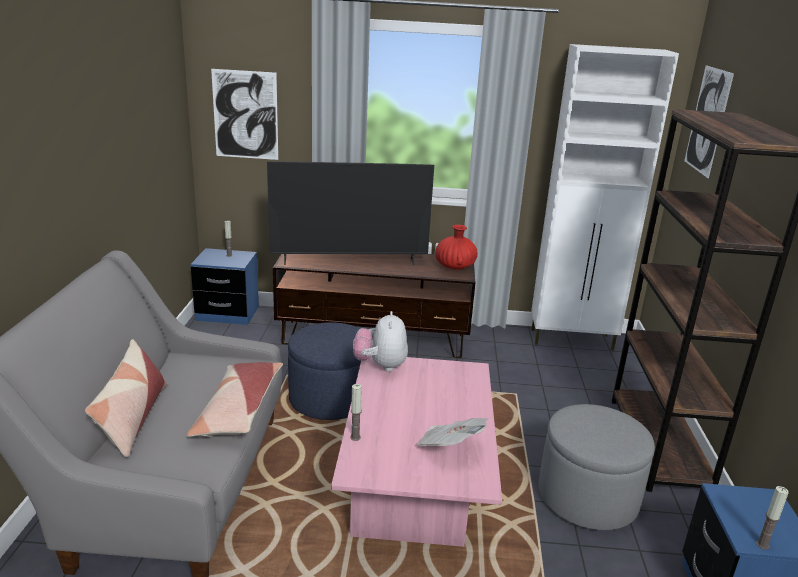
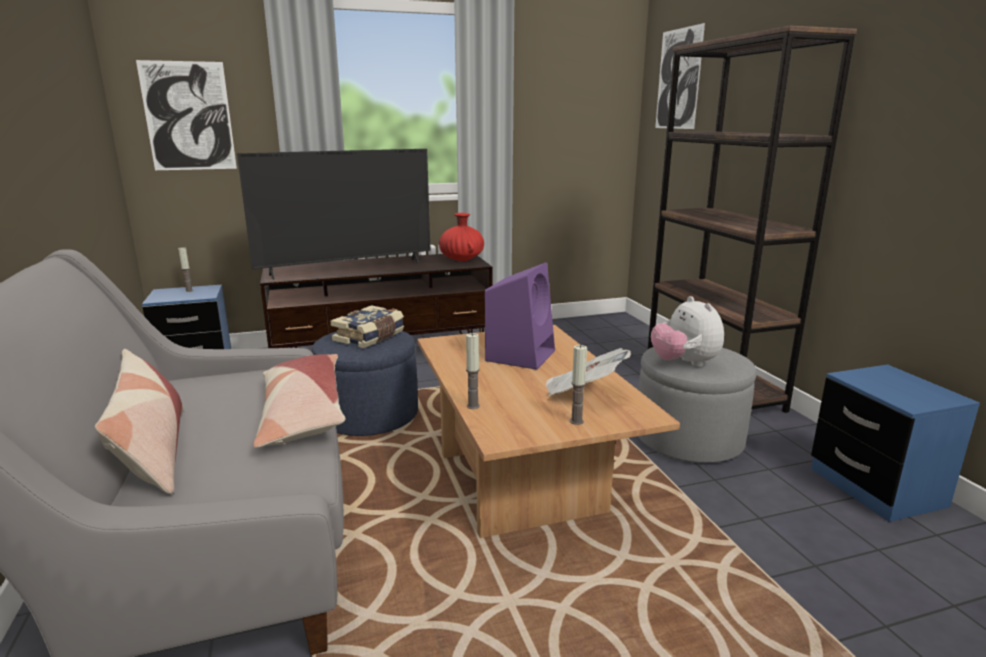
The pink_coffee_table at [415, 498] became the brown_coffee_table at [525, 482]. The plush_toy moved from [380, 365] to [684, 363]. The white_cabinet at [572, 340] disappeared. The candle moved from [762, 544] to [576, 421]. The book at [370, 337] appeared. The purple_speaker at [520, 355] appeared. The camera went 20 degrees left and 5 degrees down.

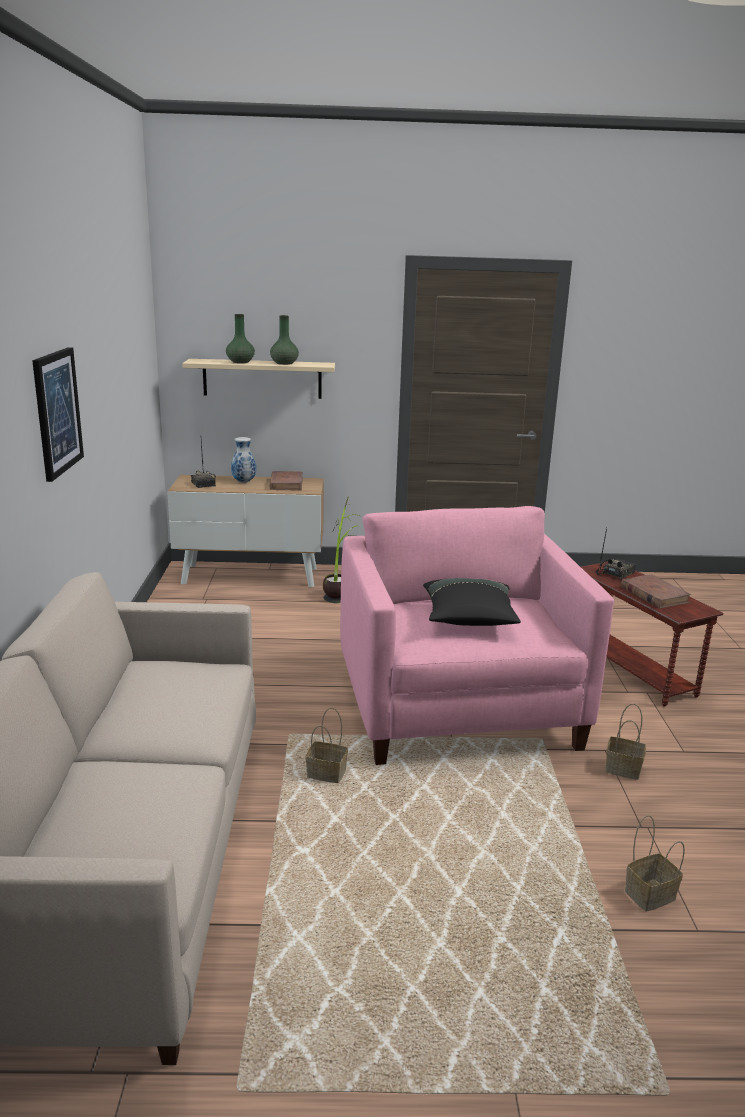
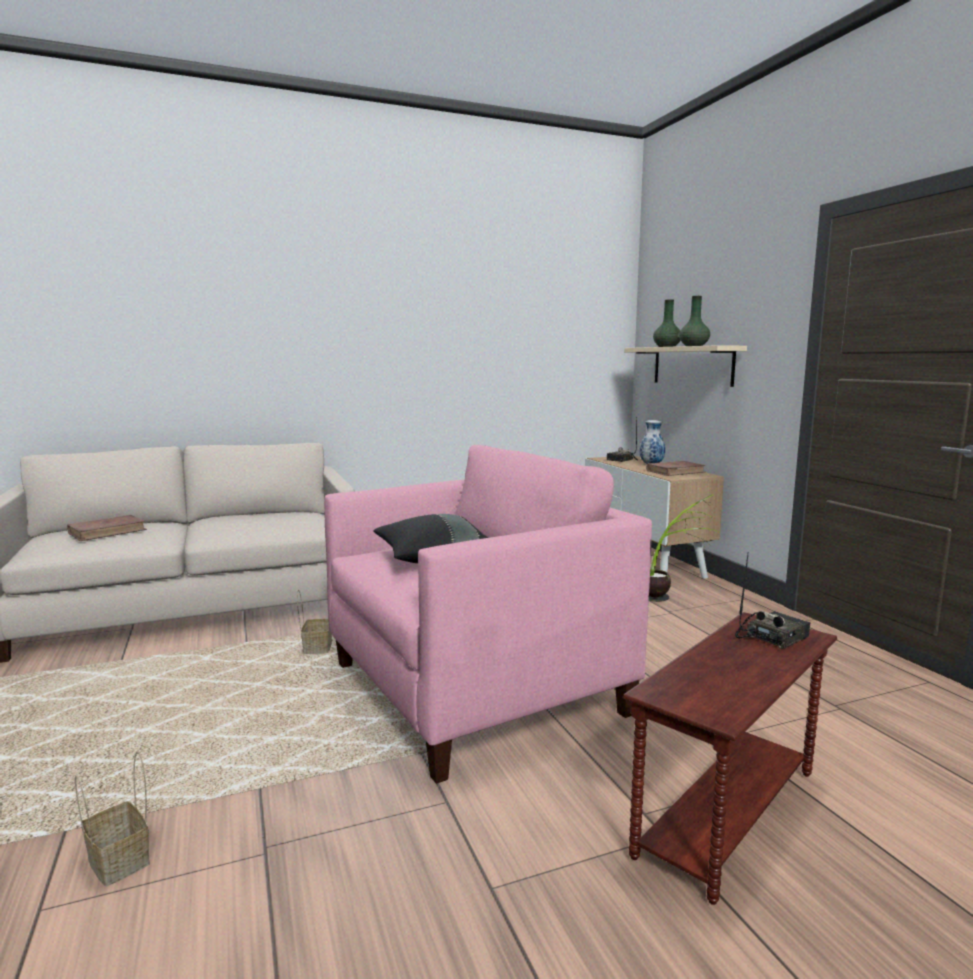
The picture at [57, 412] disappeared. The radio at [615, 573] turned 60 degrees counterclockwise. The basket at [624, 769] disappeared. The brown_book moved from [654, 594] to [107, 531]. The camera went 70 degrees right and 10 degrees down.

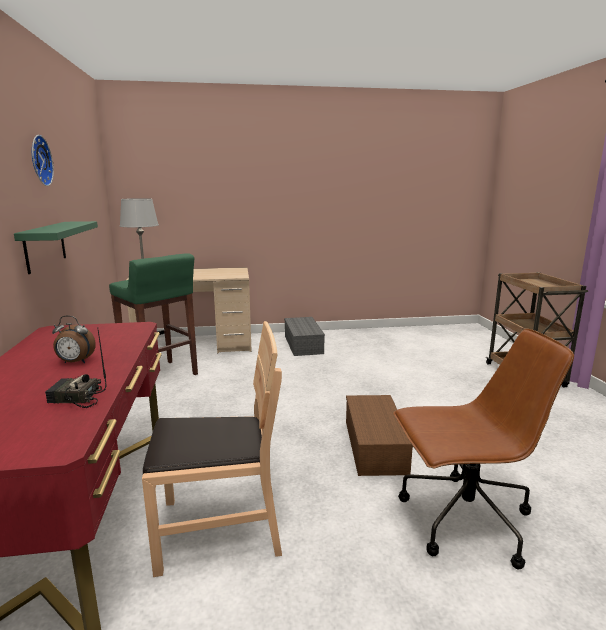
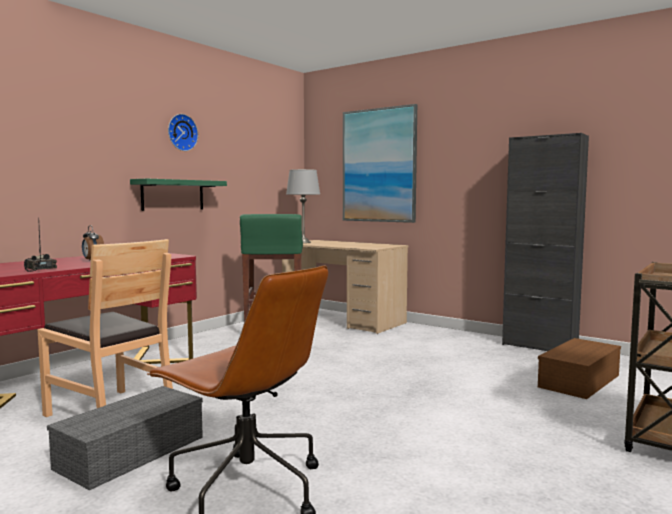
The grey_storage_box moved from [304, 344] to [130, 453]. The brown_storage_box moved from [376, 447] to [580, 381]. The picture at [379, 165] appeared. The black_cabinet at [539, 346] appeared. The camera went 45 degrees right and 10 degrees down.

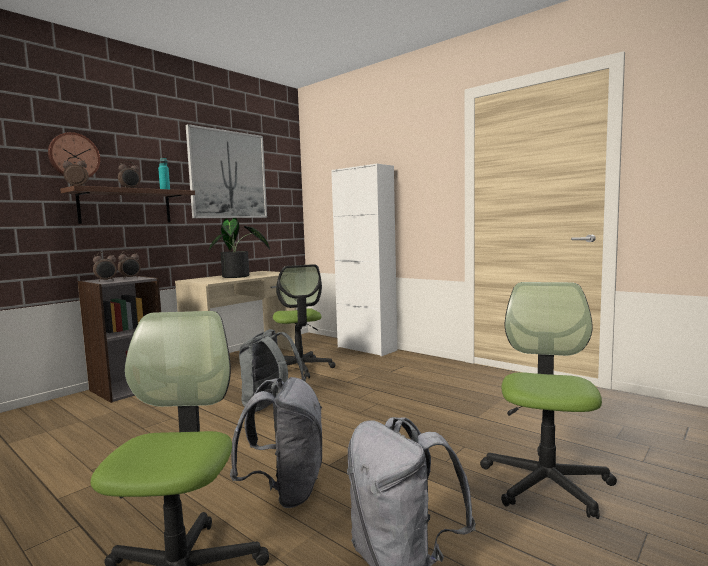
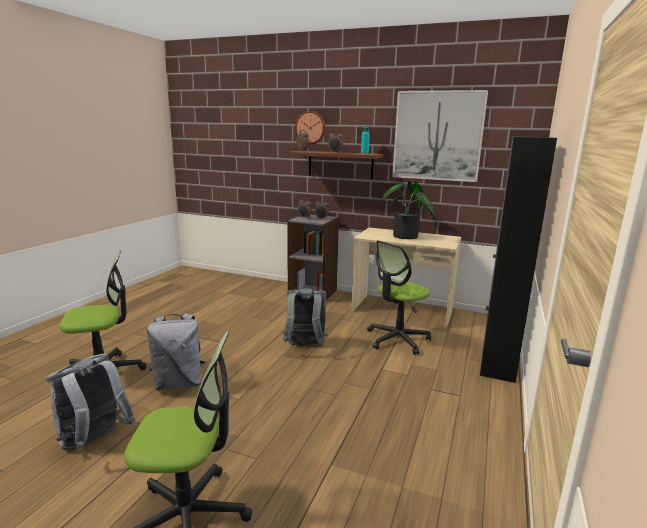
The white_cabinet at [366, 348] became the black_cabinet at [497, 362]. The camera went 70 degrees right and 10 degrees up.

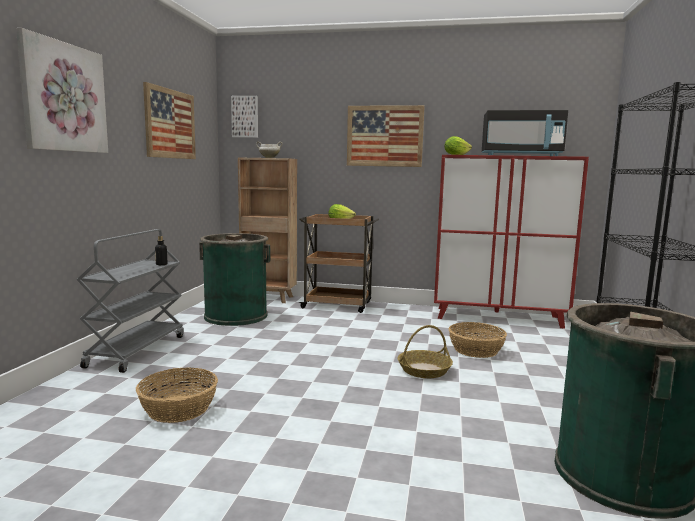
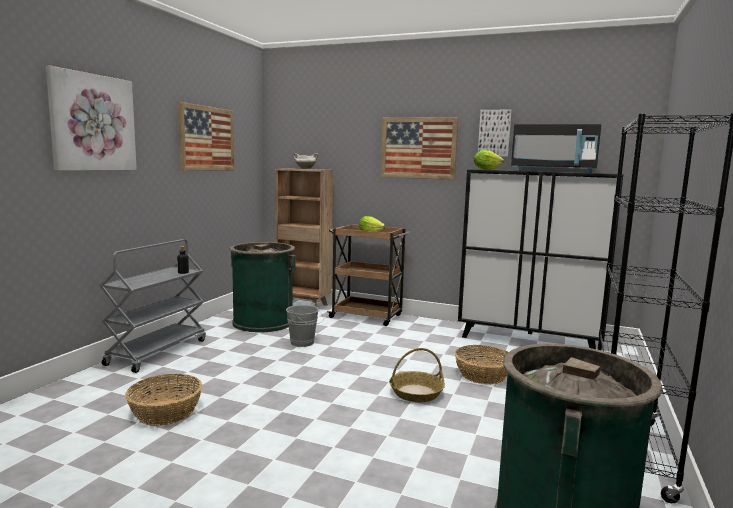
The picture moved from [245, 117] to [494, 133]. The red_cabinet at [498, 317] became the black_cabinet at [528, 340]. The grey_bucket at [304, 343] appeared. The camera went 10 degrees right and 0 degrees up.

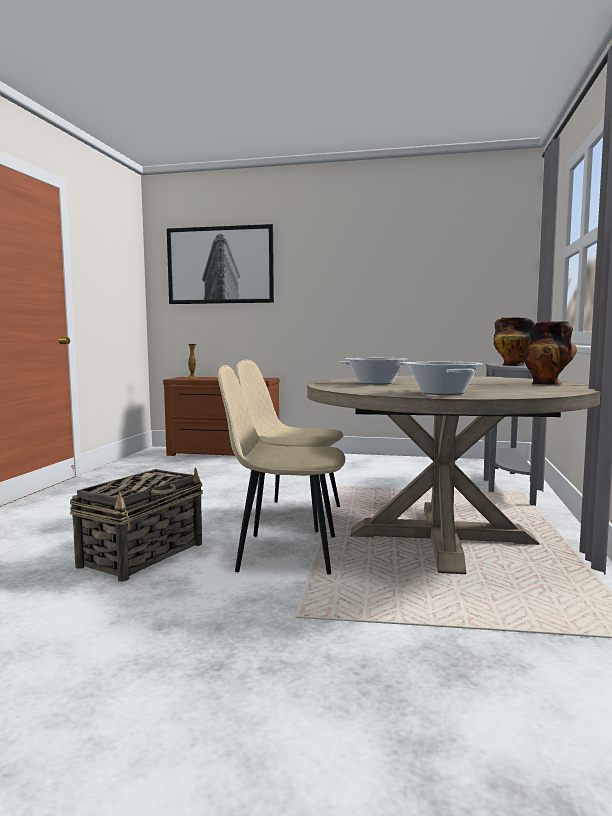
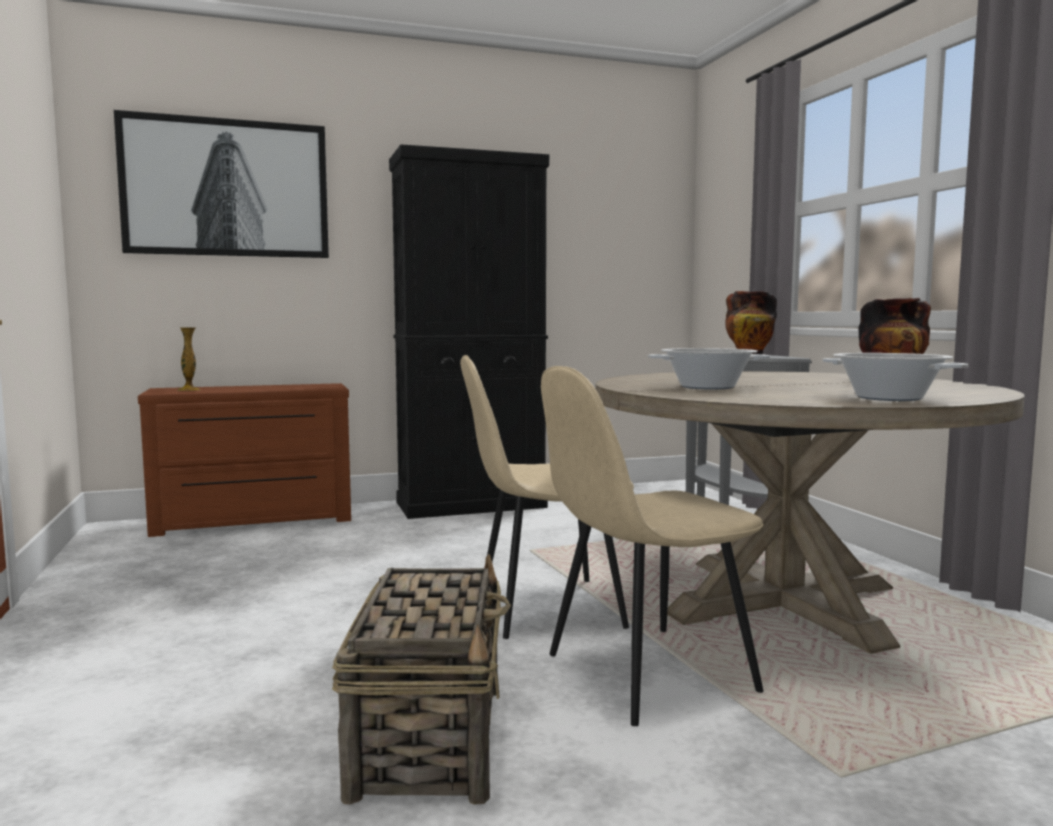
The black_cabinet at [471, 505] appeared. The camera went 30 degrees left and 0 degrees up.

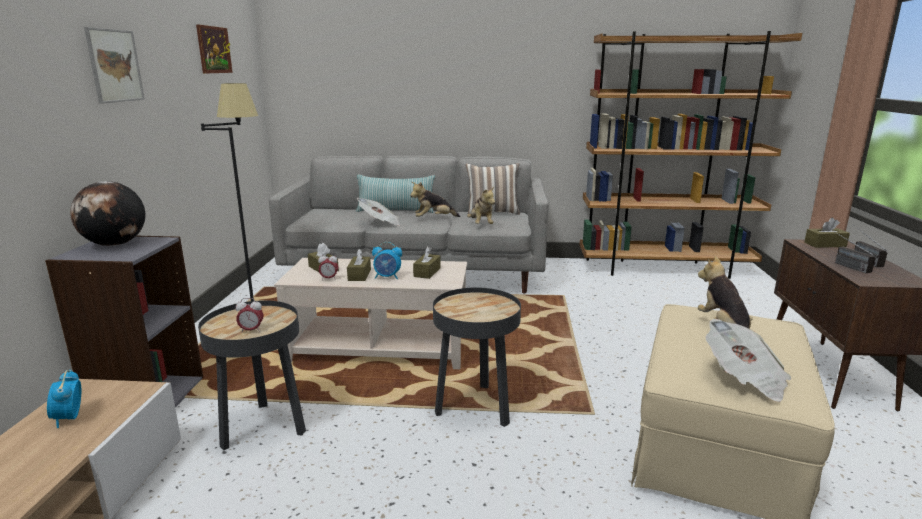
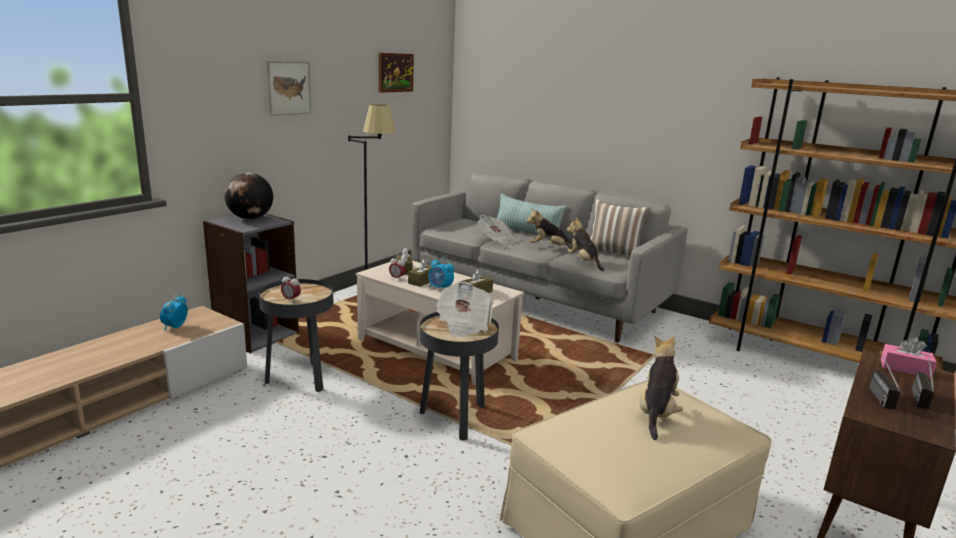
The plush_toy at [481, 224] turned 135 degrees clockwise. The newspaper moved from [745, 379] to [463, 325]. The brown_tissue_box at [825, 244] became the pink_tissue_box at [905, 368]. The camera went 30 degrees right and 0 degrees up.

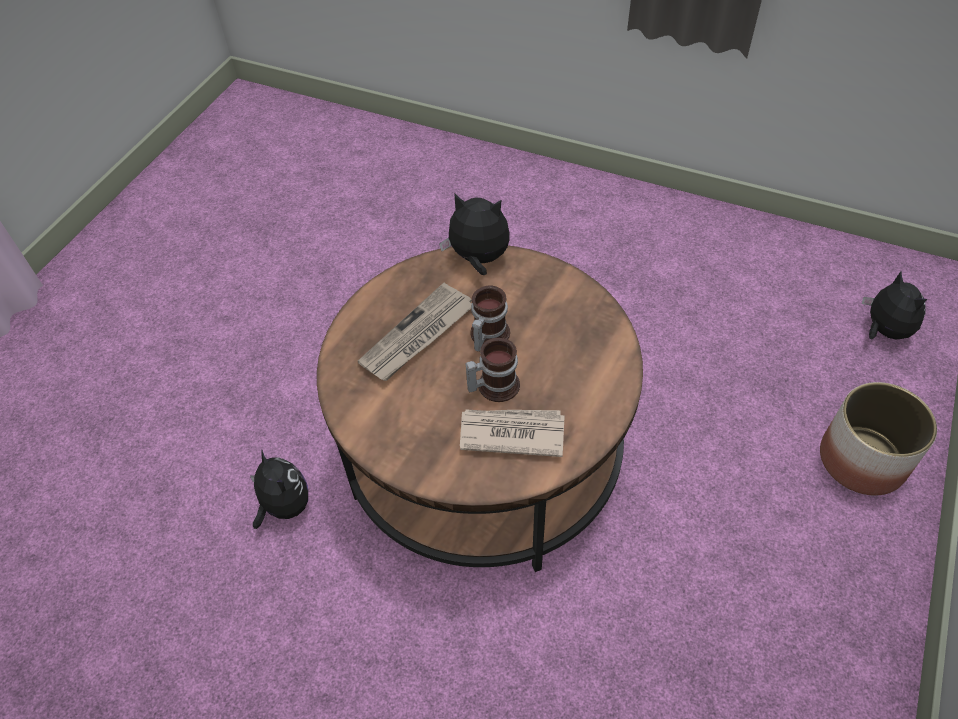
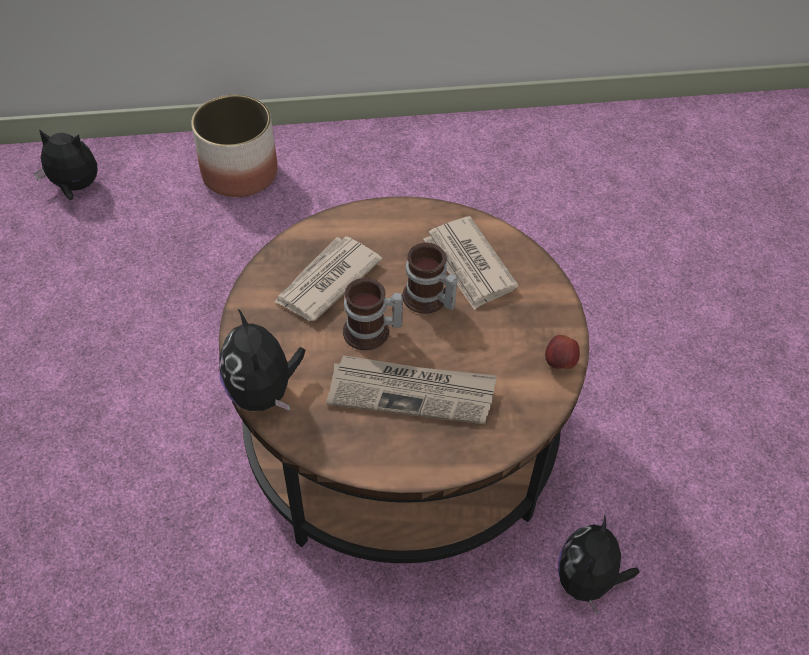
The plush_toy at [883, 331] turned 60 degrees clockwise. The newspaper at [326, 281] appeared. The apple at [560, 363] appeared. The camera went 125 degrees left and 0 degrees up.

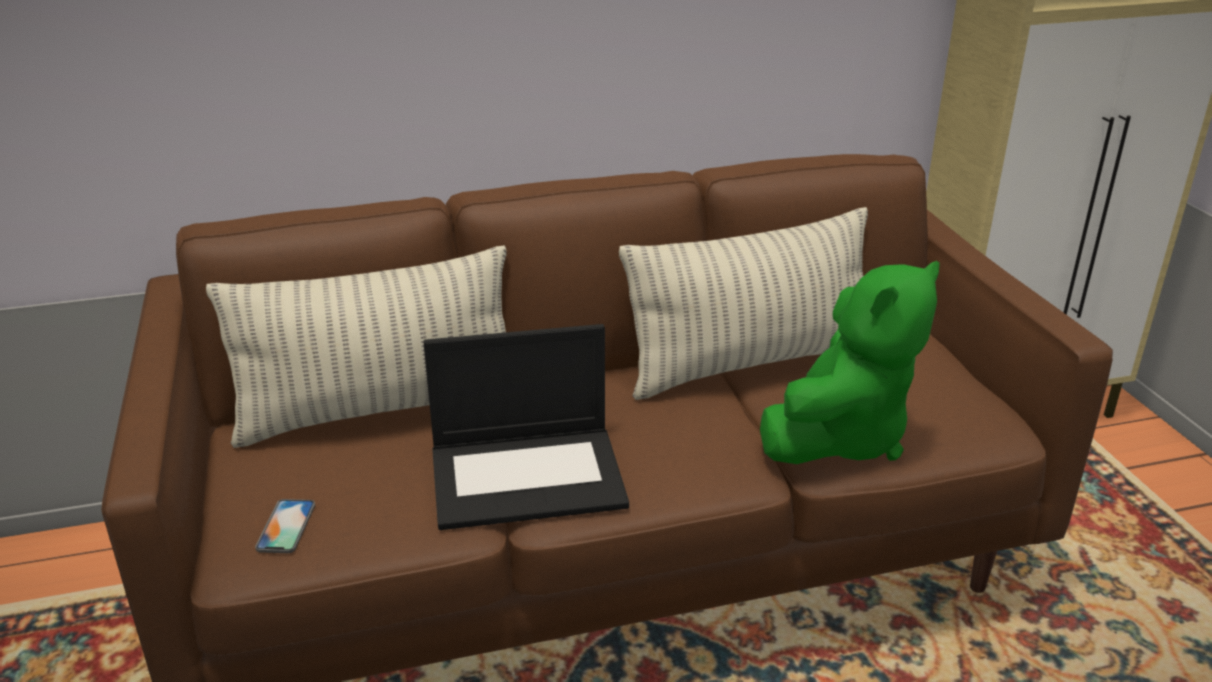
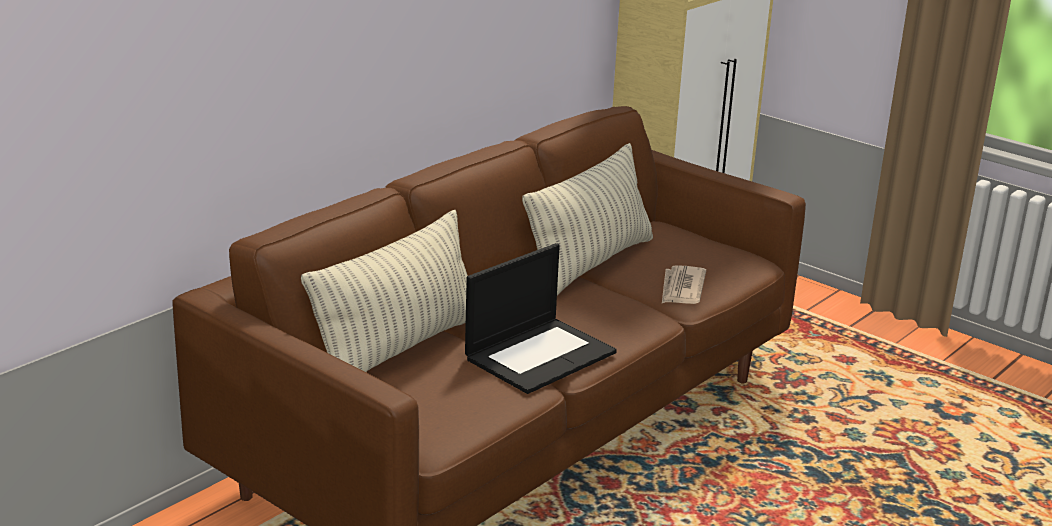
The phone at [286, 526] disappeared. The green_plush_toy at [840, 437] was replaced by the newspaper at [681, 289]. The camera went 35 degrees left and 5 degrees down.

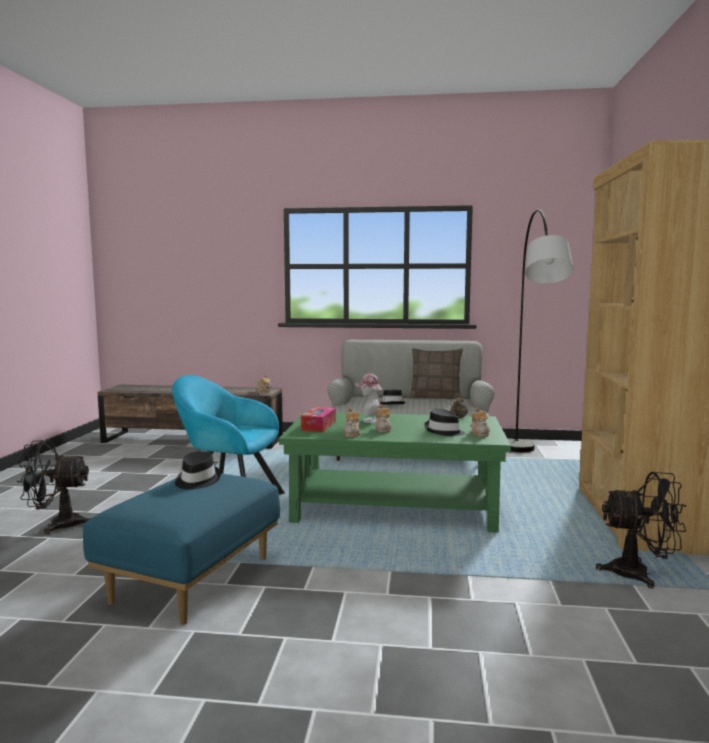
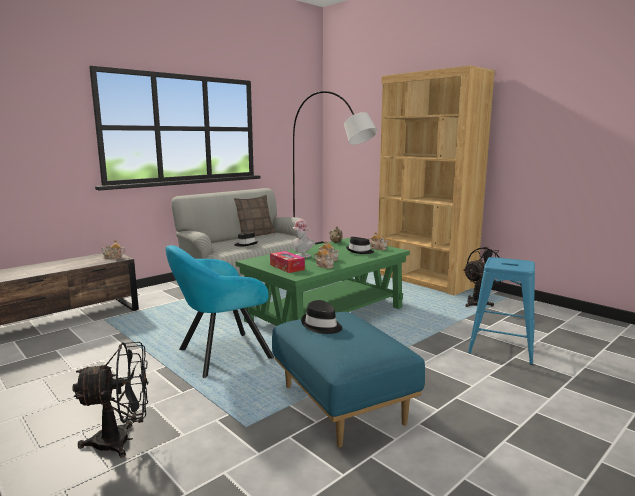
The black_fan at [57, 525] turned 135 degrees counterclockwise. The blue_stool at [501, 347] appeared. The camera went 50 degrees left and 5 degrees up.

